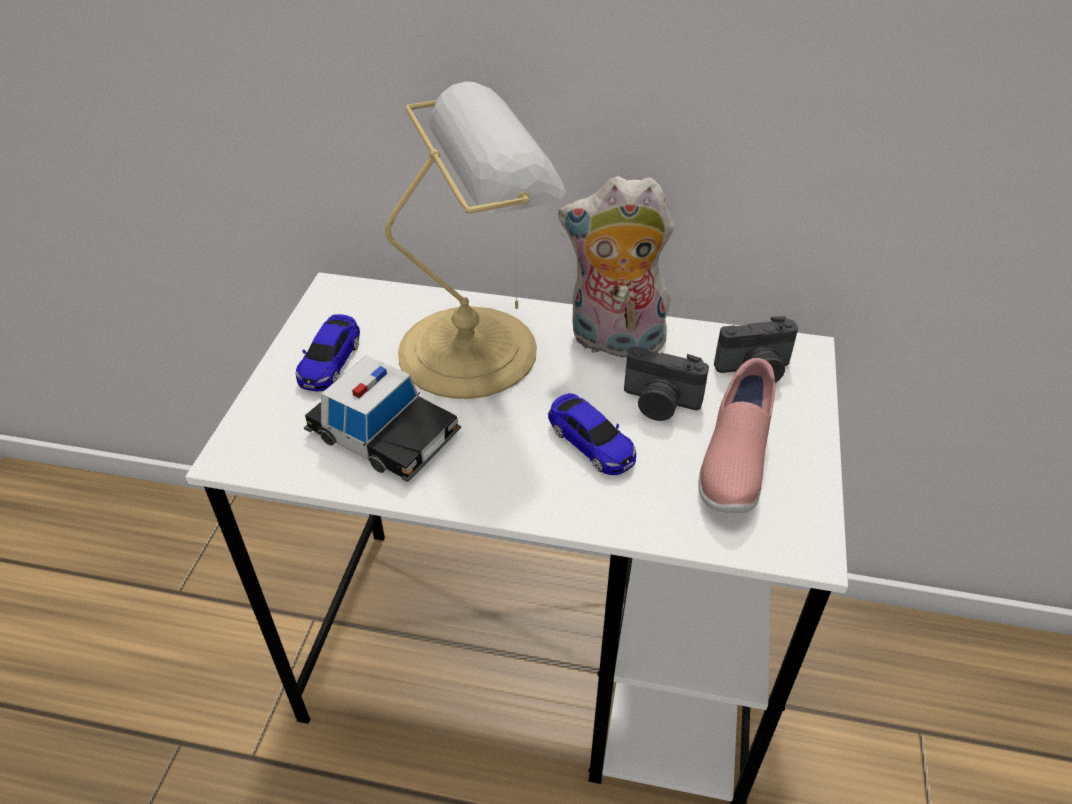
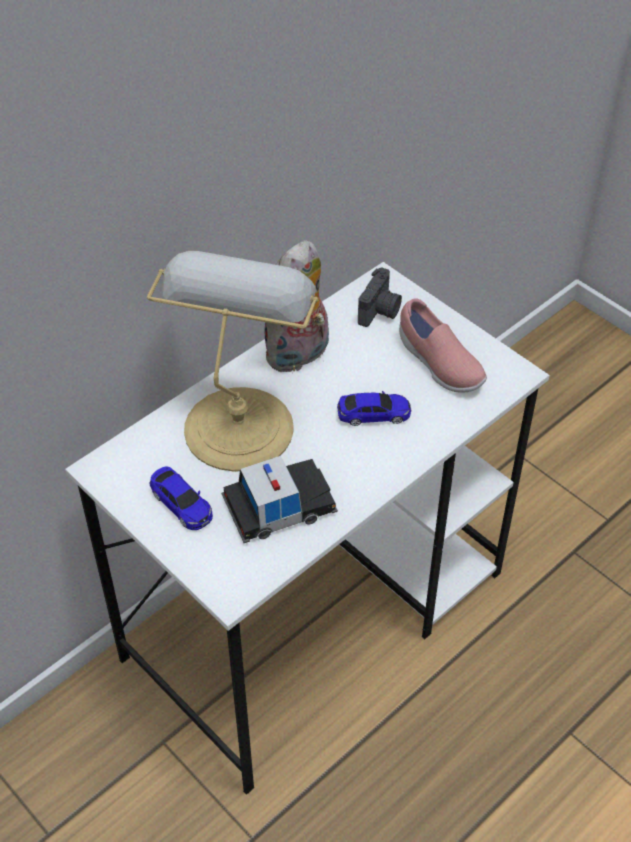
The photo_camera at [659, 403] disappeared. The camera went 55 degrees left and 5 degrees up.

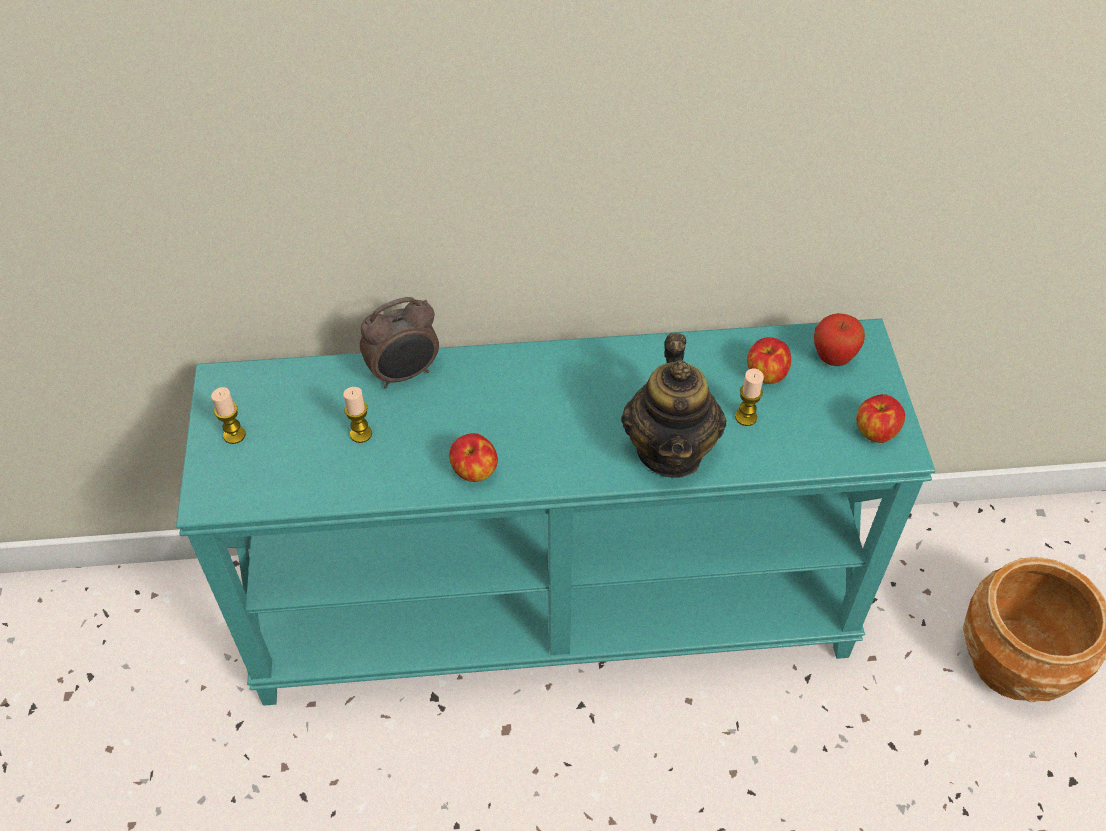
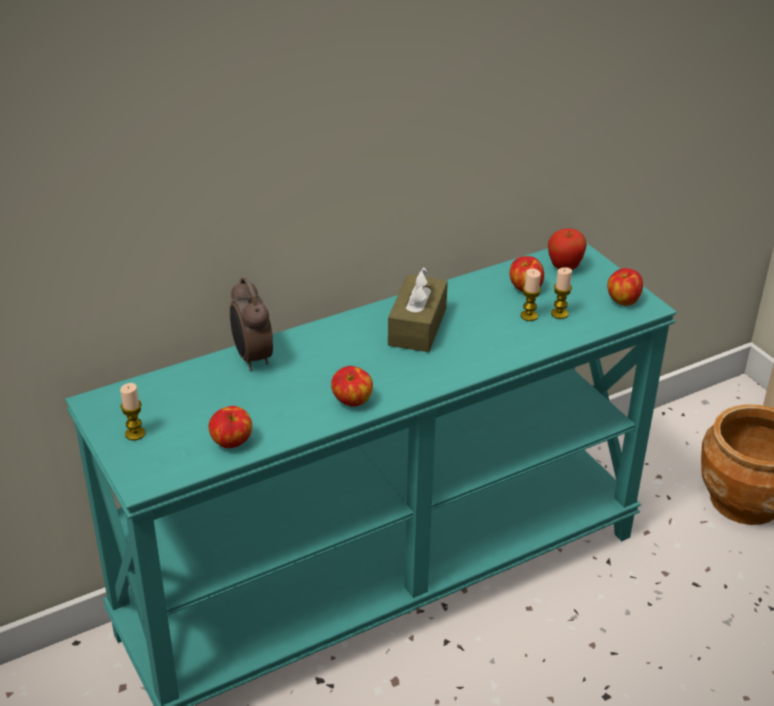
The candle moved from [361, 434] to [559, 314]. The alarm_clock at [405, 374] turned 120 degrees clockwise. The teapot at [670, 450] disappeared. The apple at [232, 443] appeared. The brown_tissue_box at [417, 326] appeared. The camera went 25 degrees left and 15 degrees down.

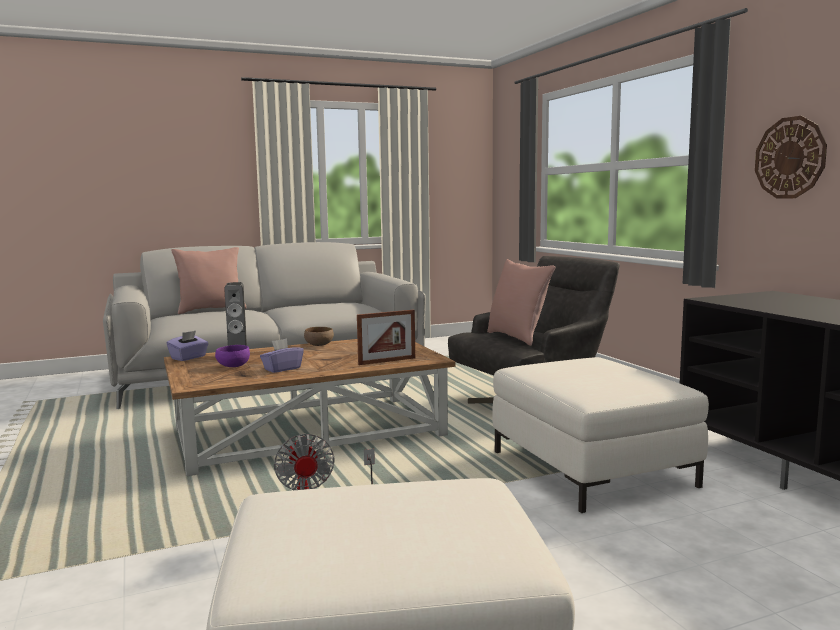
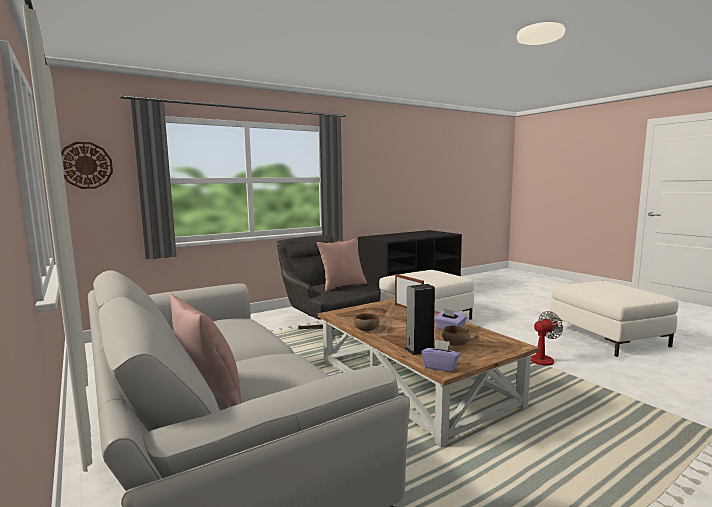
The purple_bowl at [233, 366] became the brown_bowl at [456, 344]. The wall_clock moved from [790, 158] to [86, 165]. The camera went 100 degrees left and 0 degrees up.

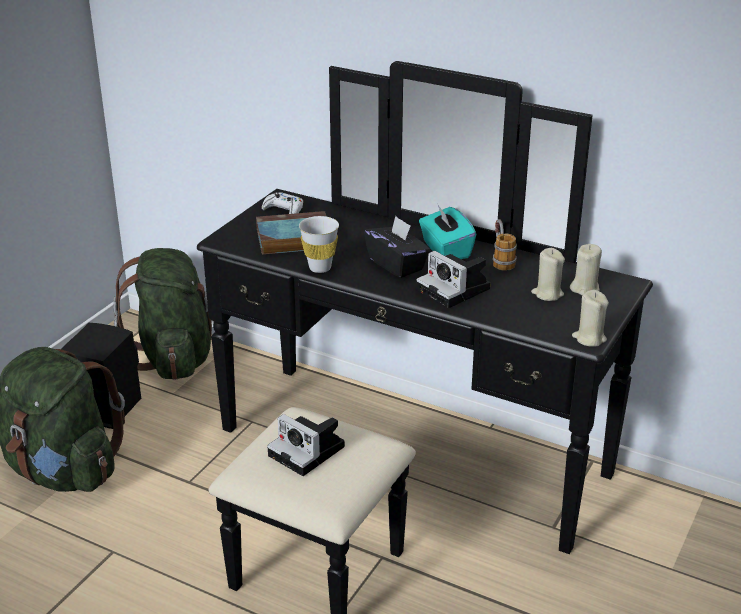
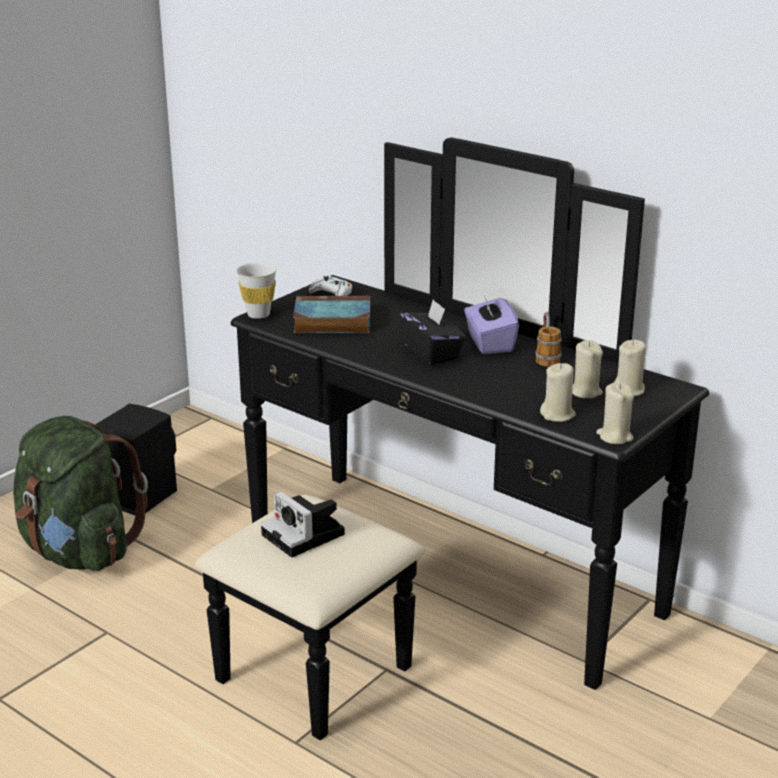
The green_backpack at [174, 358] disappeared. The white_cup moved from [320, 268] to [258, 315]. The photo_camera at [456, 290] disappeared. The turquoise_tissue_box at [445, 250] became the purple_tissue_box at [489, 343]. The beige_candle at [558, 415] appeared. The camera went 10 degrees right and 5 degrees down.

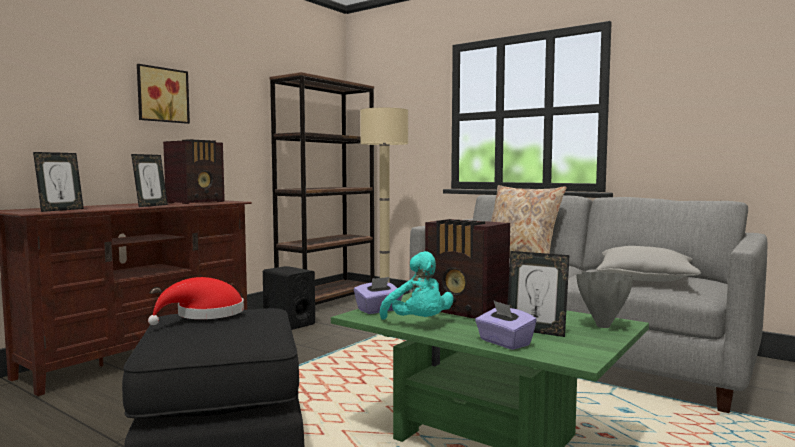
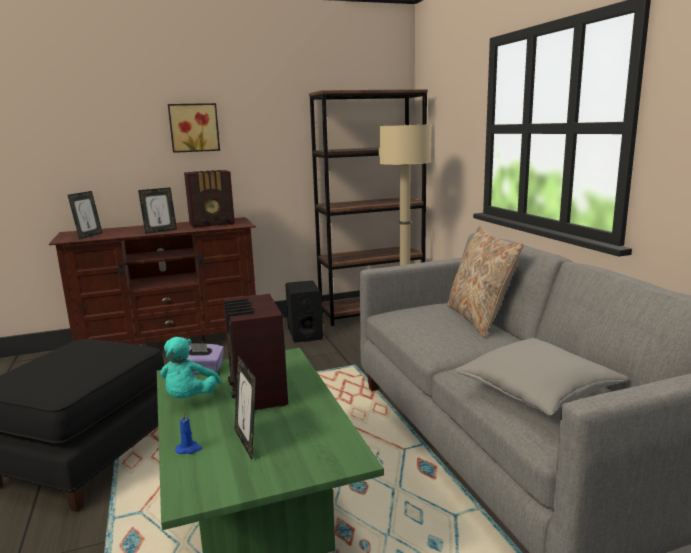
The picture_frame at [60, 210] turned 45 degrees counterclockwise. The red_hat at [205, 315] disappeared. The purple_tissue_box at [504, 343] was replaced by the blue_candle at [189, 449]. The grey_vase at [602, 326] disappeared. The camera went 35 degrees right and 10 degrees up.

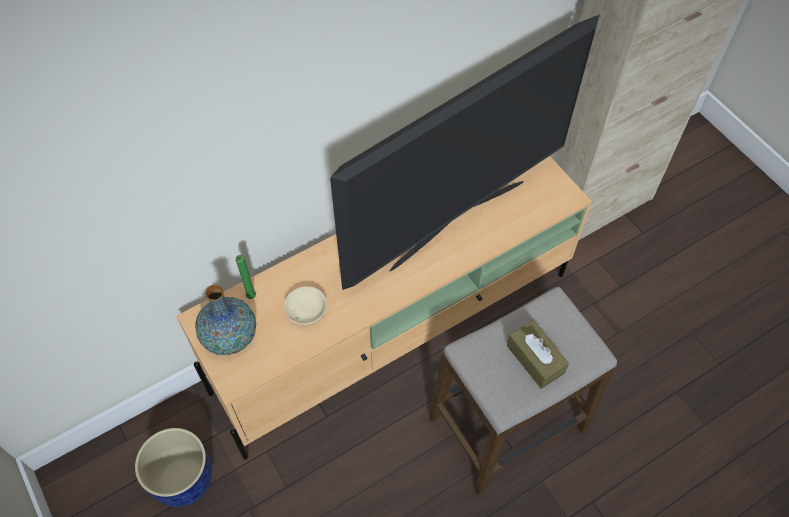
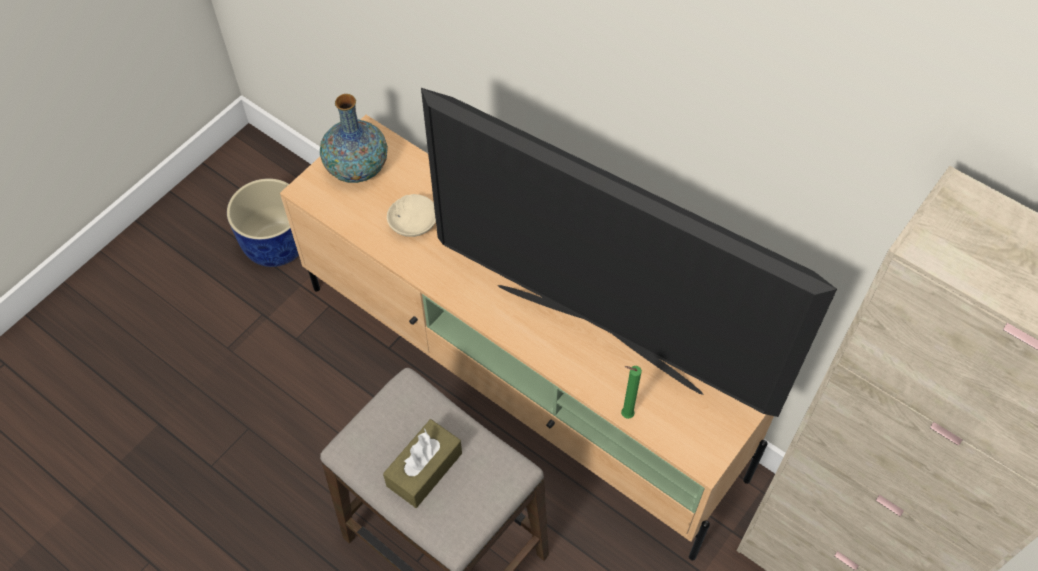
The green_candle moved from [250, 298] to [625, 415]. The camera went 70 degrees right and 0 degrees up.

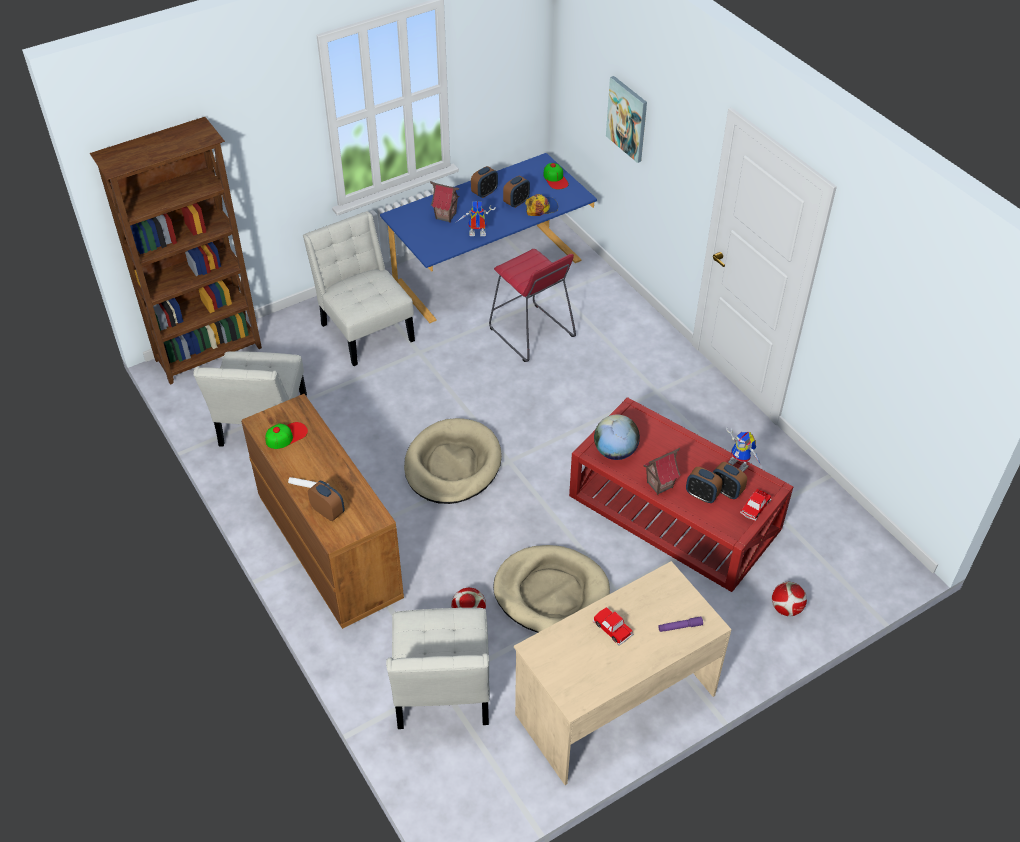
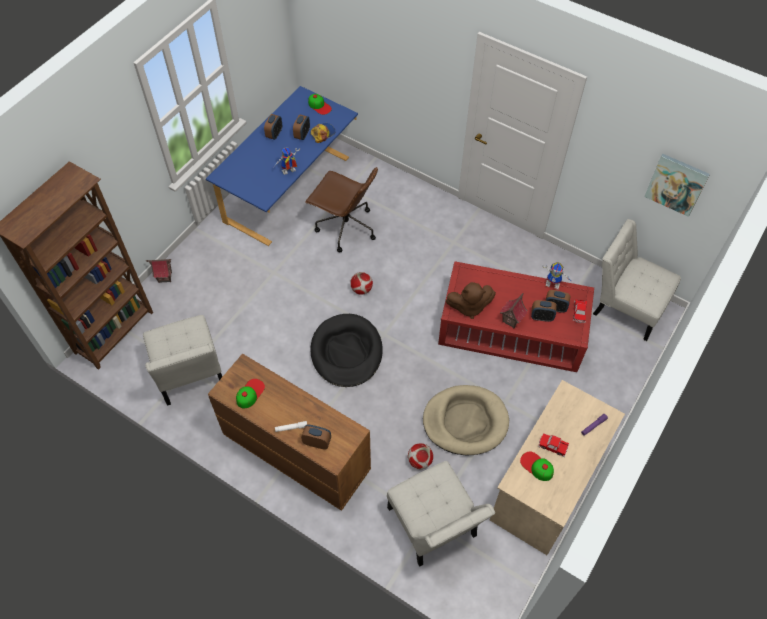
The white_chair moved from [365, 329] to [626, 305]. The beige_dog_bed at [452, 465] became the black_dog_bed at [346, 352]. The toy_house moved from [445, 216] to [165, 277]. The red_stool at [531, 333] was replaced by the brown_office_chair at [345, 227]. The globe at [615, 452] was replaced by the brown_plush_toy at [469, 307]. The picture moved from [627, 118] to [676, 184]. The football moved from [786, 608] to [361, 289]. The cap at [536, 466] appeared. The camera went 25 degrees left and 10 degrees up.

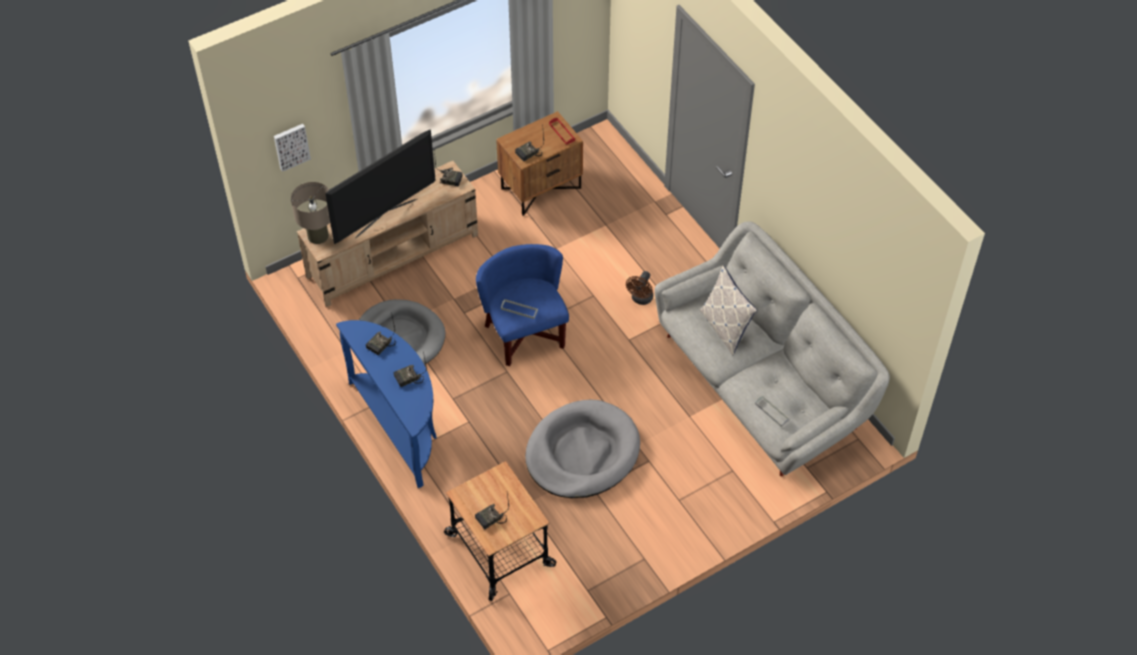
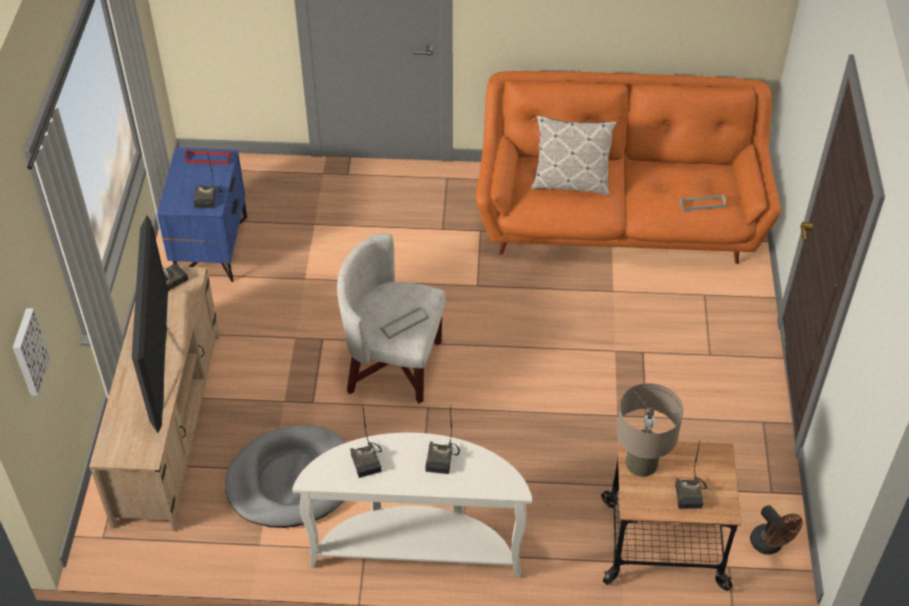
The beige_table_lamp moved from [318, 235] to [641, 463]. The blue_console_table at [401, 425] became the white_console_table at [417, 548]. The blue_armchair at [525, 335] became the white_armchair at [393, 365]. The brown_nightstand at [541, 187] became the blue_nightstand at [211, 247]. The grey_dog_bed at [582, 453] disappeared. The brown_fan moved from [640, 299] to [770, 545]. The grey_sofa at [761, 385] became the orange_sofa at [619, 219]. The camera went 55 degrees left and 5 degrees down.

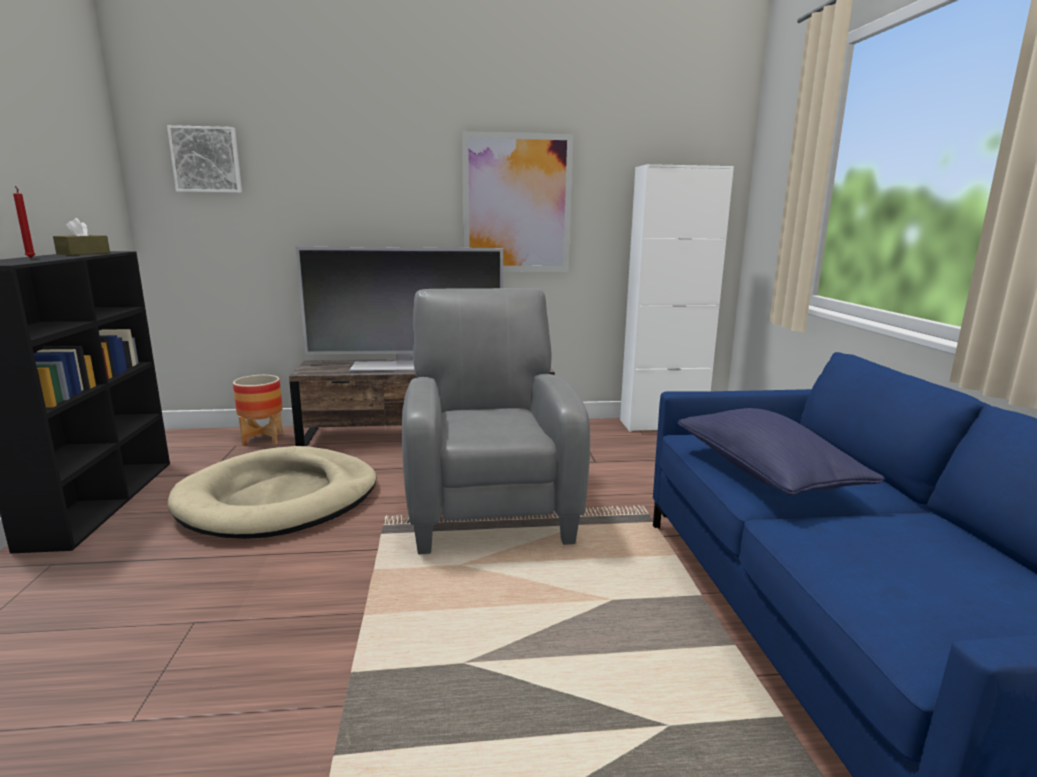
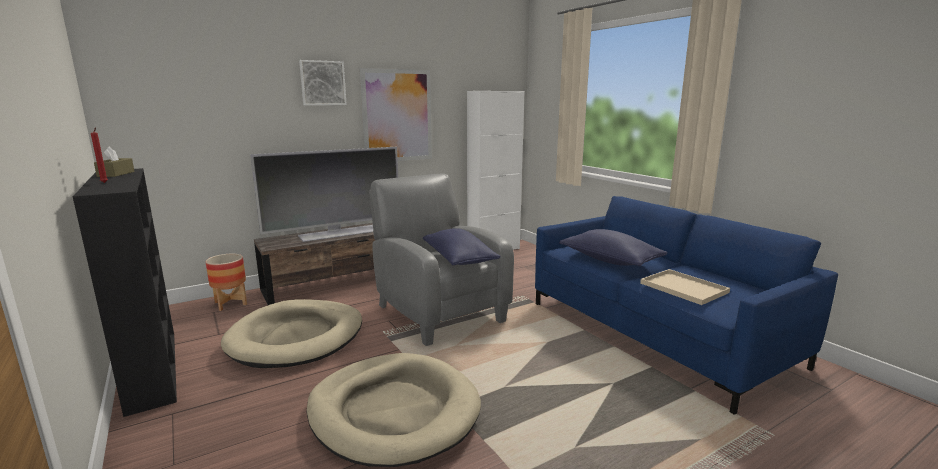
The picture moved from [206, 160] to [322, 83]. The beige_dog_bed at [393, 412] appeared. The blue_pillow at [459, 259] appeared. The beige_tray at [682, 287] appeared. The camera went 25 degrees left and 0 degrees up.

